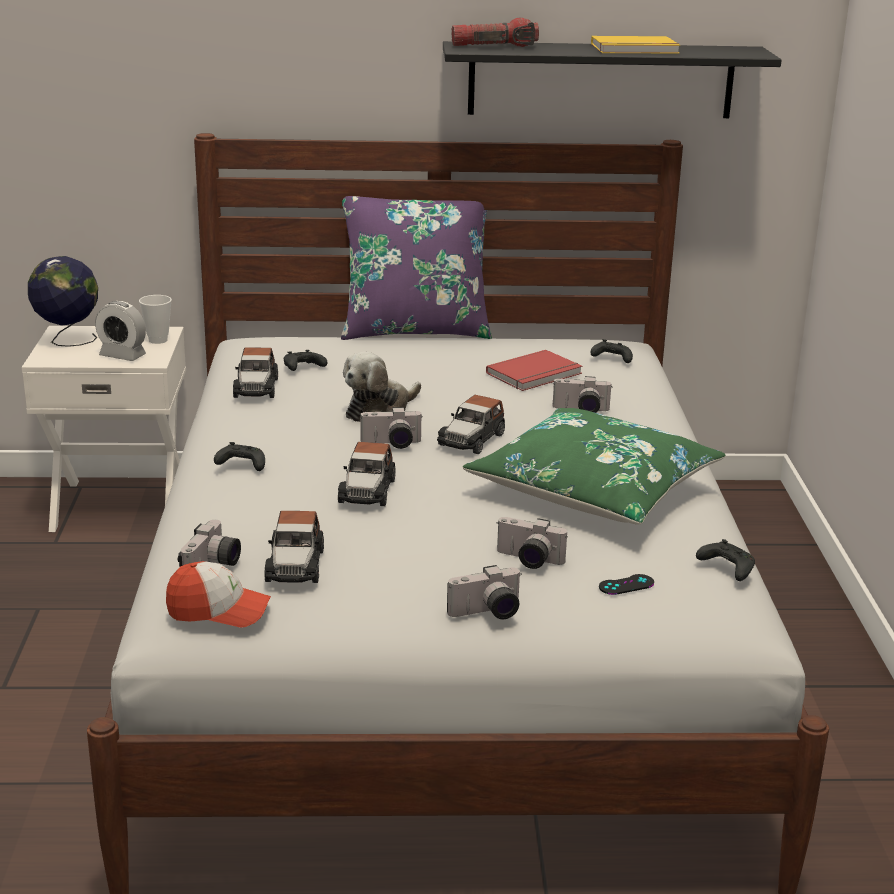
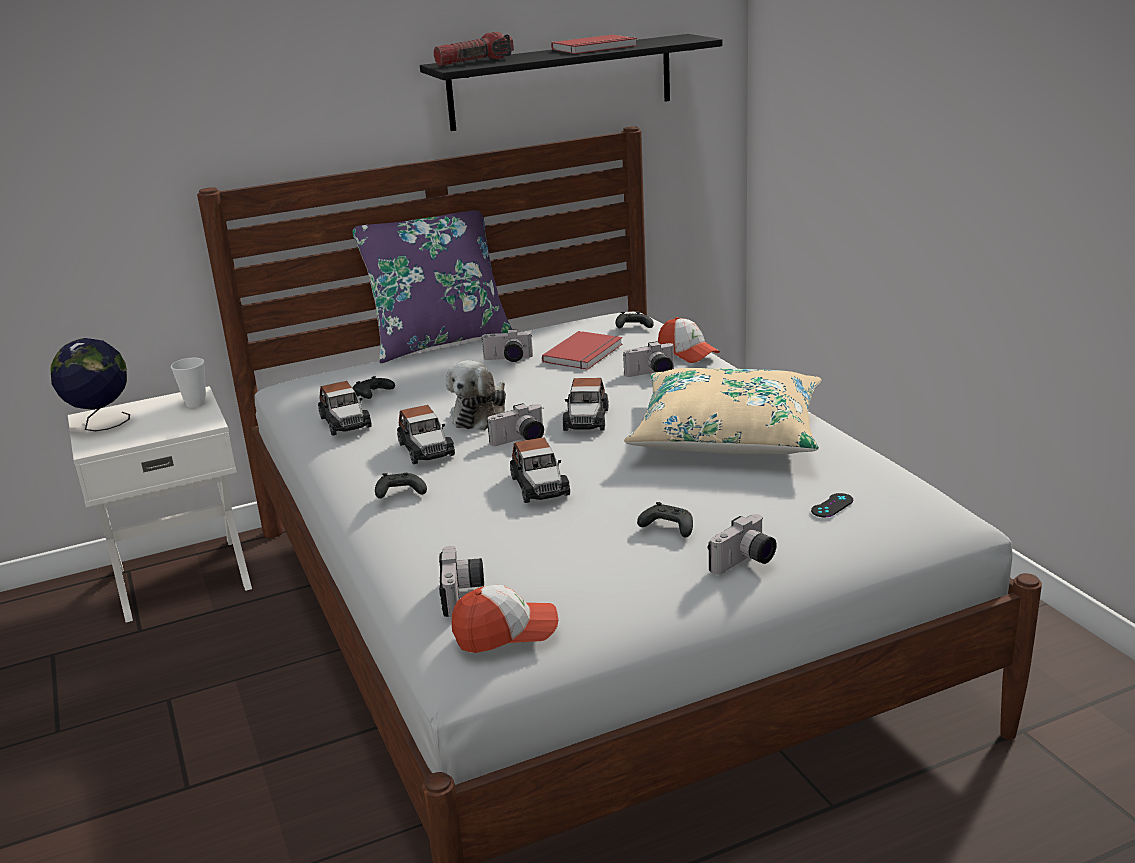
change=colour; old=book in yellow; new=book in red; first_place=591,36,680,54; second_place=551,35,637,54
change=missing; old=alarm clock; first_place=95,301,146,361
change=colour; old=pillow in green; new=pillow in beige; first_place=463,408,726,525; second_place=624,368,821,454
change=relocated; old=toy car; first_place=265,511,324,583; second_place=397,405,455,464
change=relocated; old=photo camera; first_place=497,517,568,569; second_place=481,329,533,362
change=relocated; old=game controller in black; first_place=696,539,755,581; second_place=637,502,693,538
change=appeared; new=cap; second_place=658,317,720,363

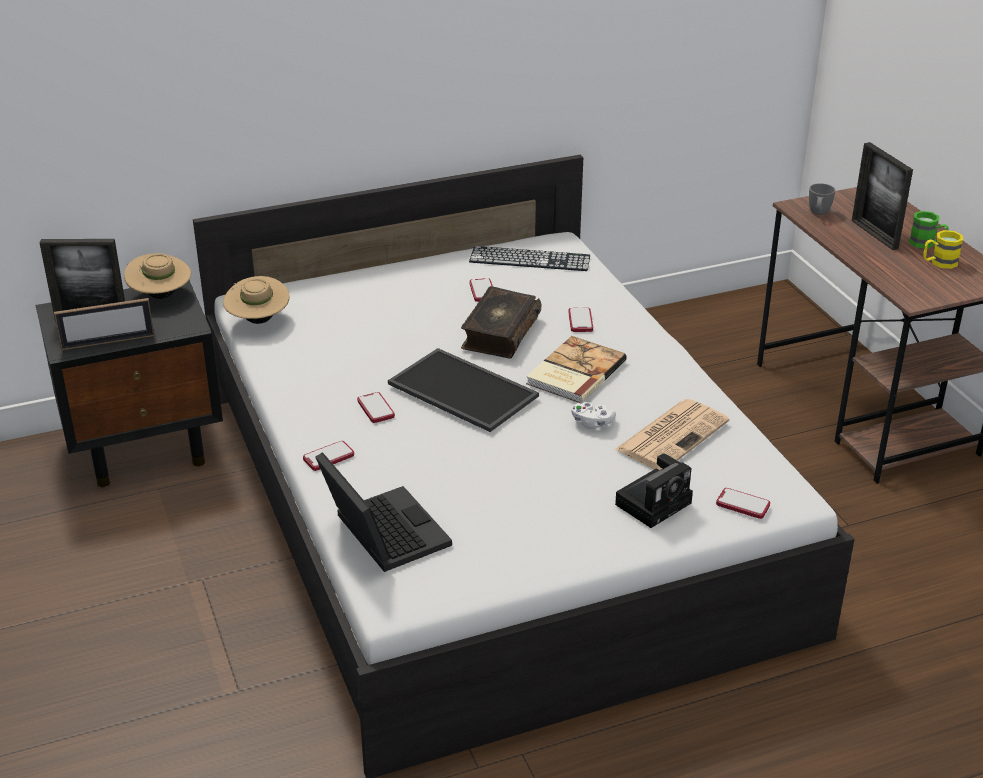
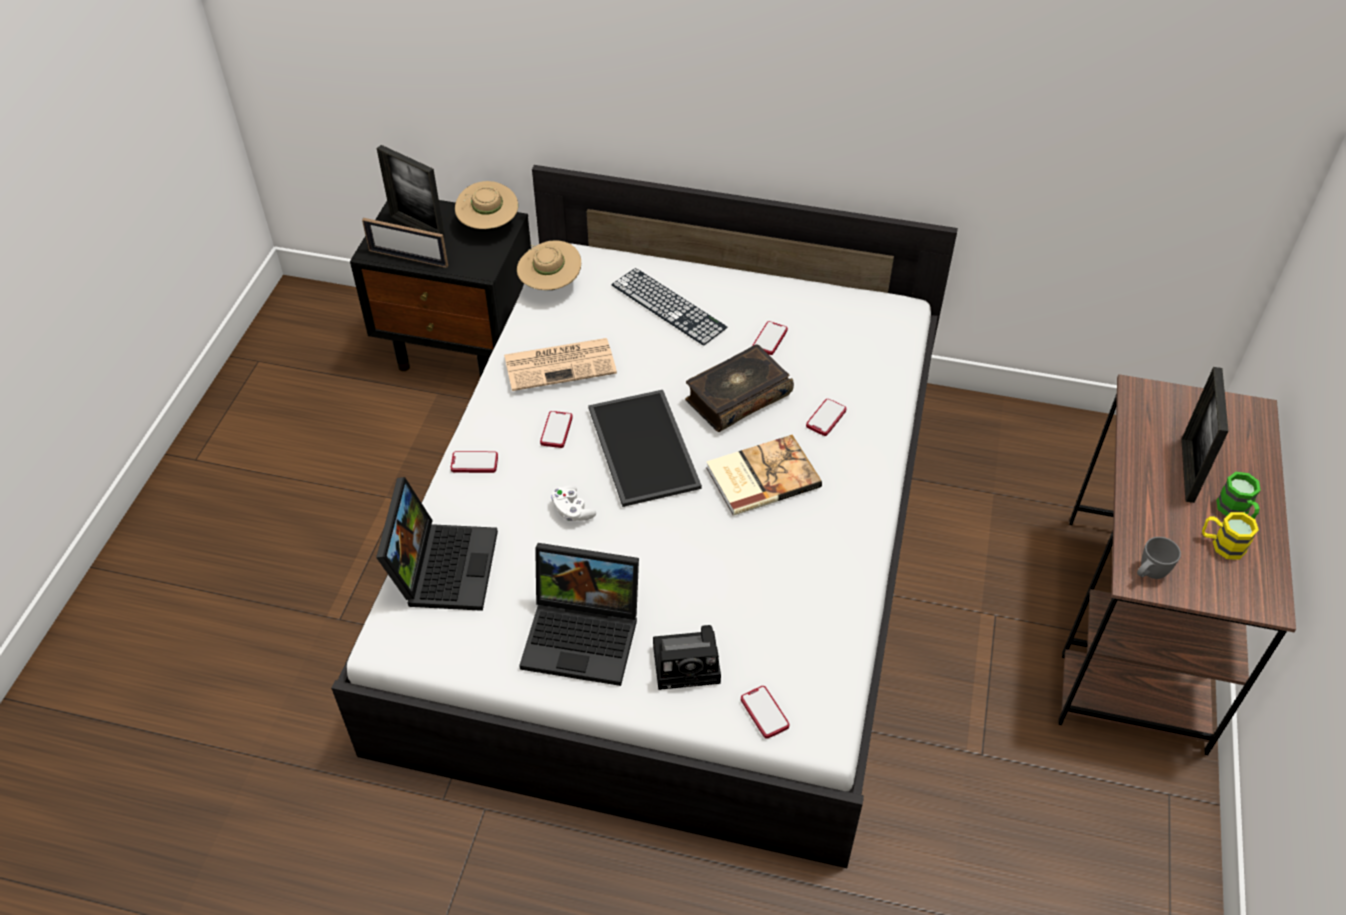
change=relocated; old=mug in grey; first_place=809,183,836,215; second_place=1137,537,1181,579
change=relocated; old=keyboard; first_place=469,246,590,271; second_place=611,268,727,346
change=relocated; old=newspaper; first_place=615,399,730,470; second_place=504,338,617,391
change=relocated; old=game controller in white; first_place=571,402,616,429; second_place=551,485,596,521
change=appeared; new=laptop; second_place=519,543,639,686

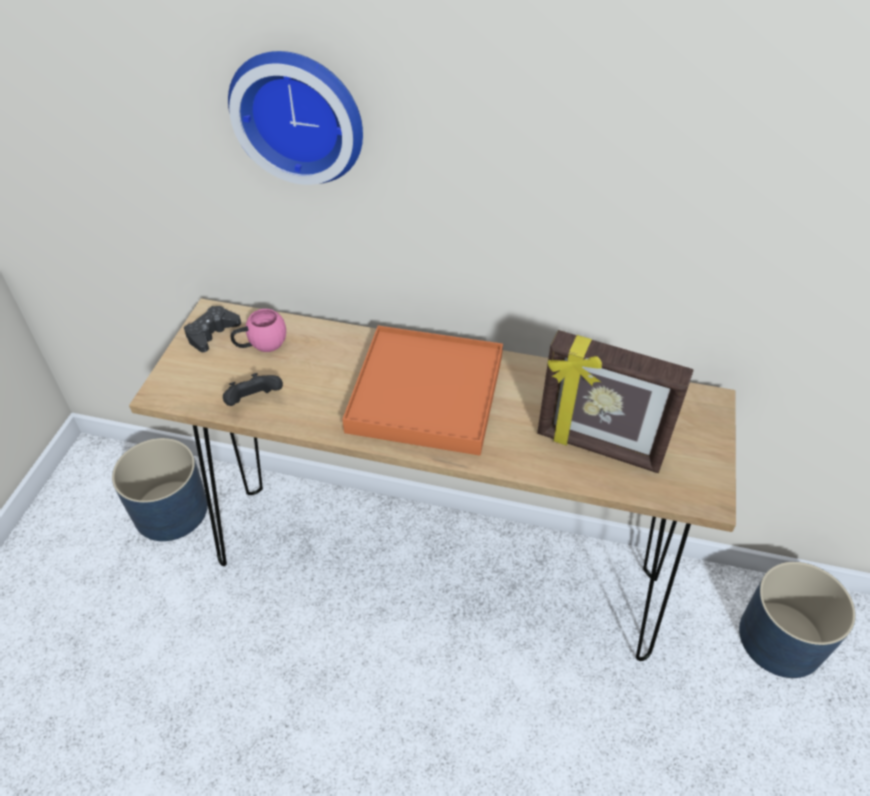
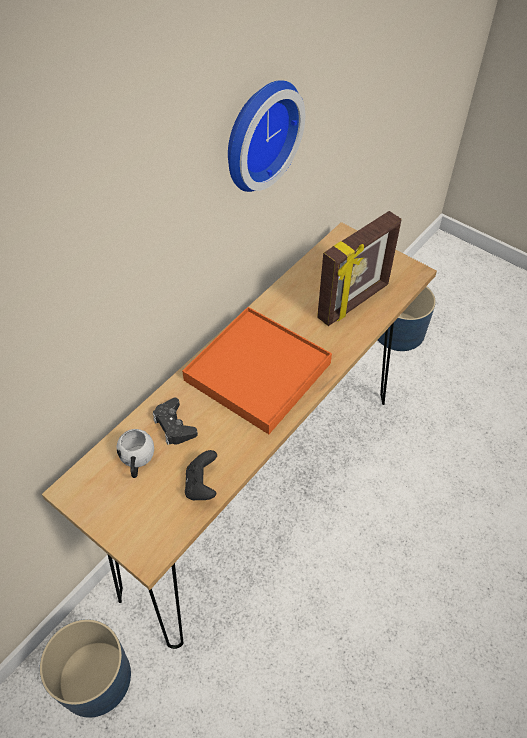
change=relocated; old=wall clock; first_place=228,51,363,185; second_place=228,81,305,192
change=relocated; old=game controller in black; first_place=184,306,241,352; second_place=153,398,198,445
change=colour; old=mug in pink; new=mug in white; first_place=230,309,286,352; second_place=116,429,154,478

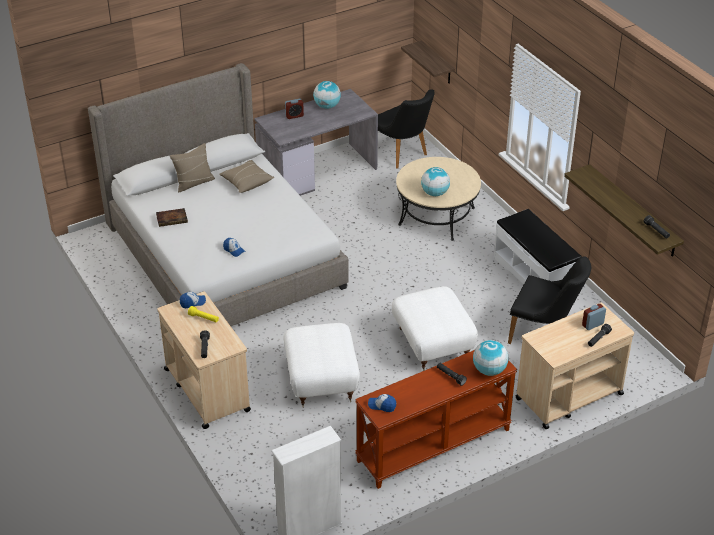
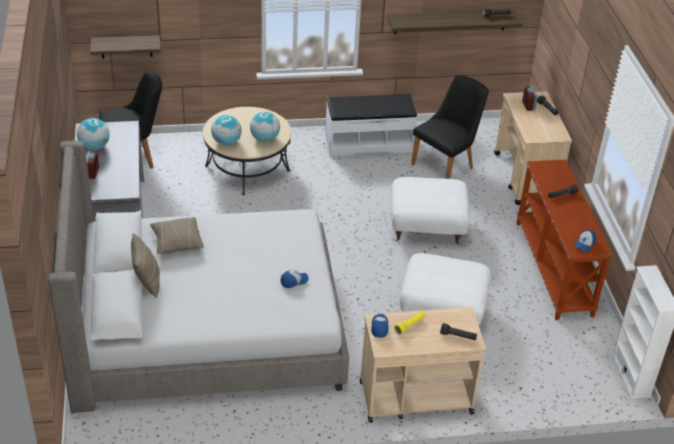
change=missing; old=book; first_place=156,208,188,227
change=relocated; old=globe; first_place=473,340,508,376; second_place=211,115,242,146

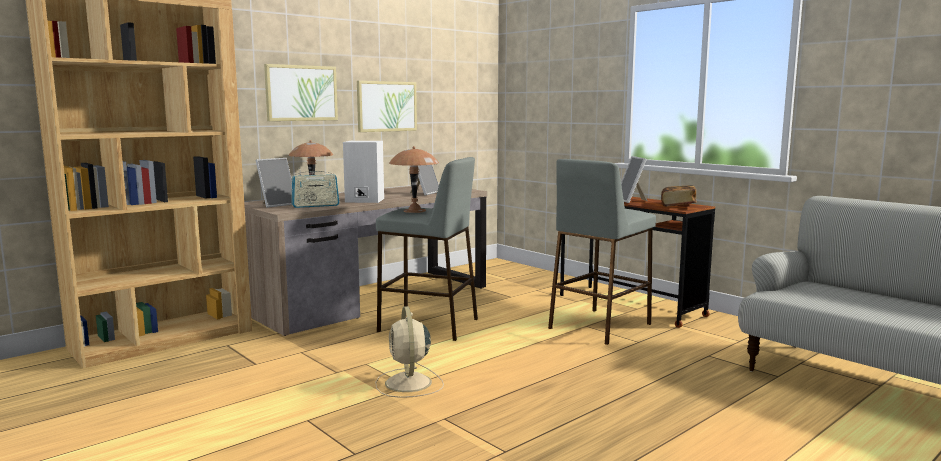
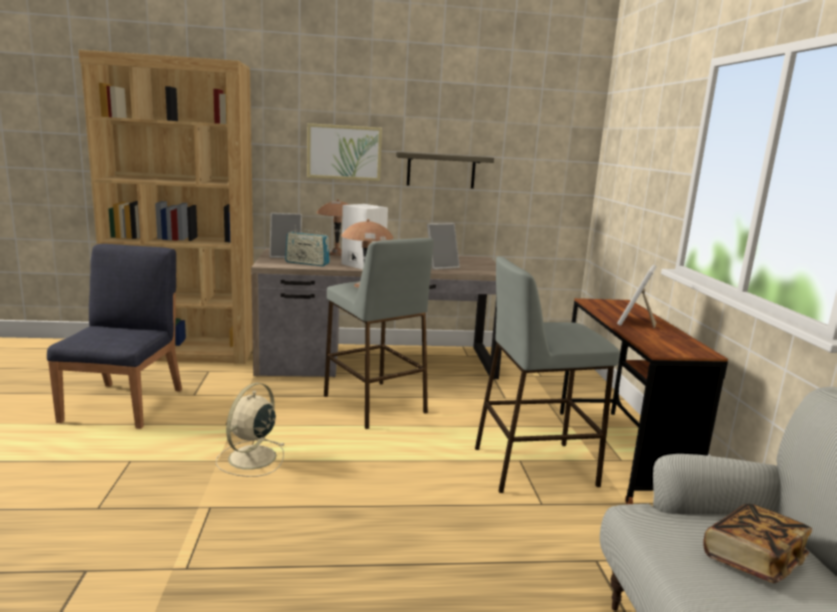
change=exchanged; old=picture; new=shelf; first_place=357,81,417,132; second_place=396,152,494,189
change=relocated; old=book; first_place=661,185,697,207; second_place=704,504,812,583
change=appeared; new=chair in blue; second_place=47,244,182,429

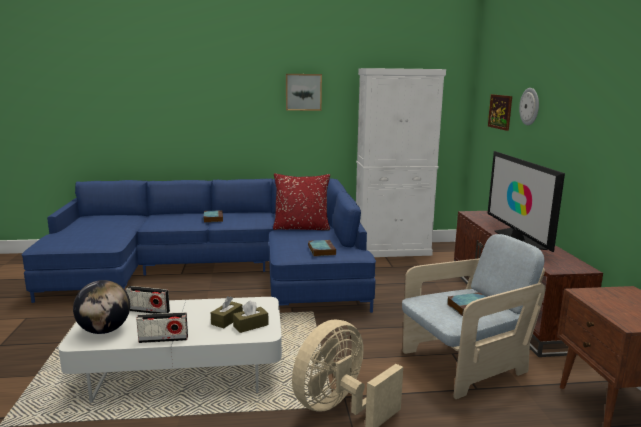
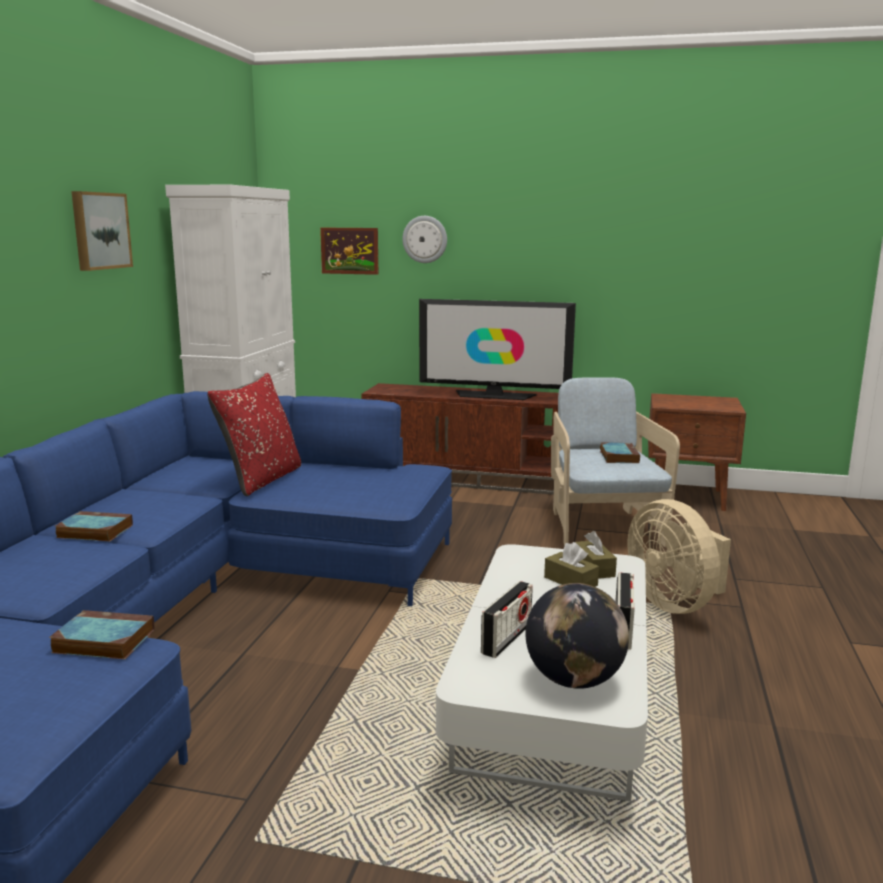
change=relocated; old=book; first_place=308,240,336,256; second_place=49,610,154,659

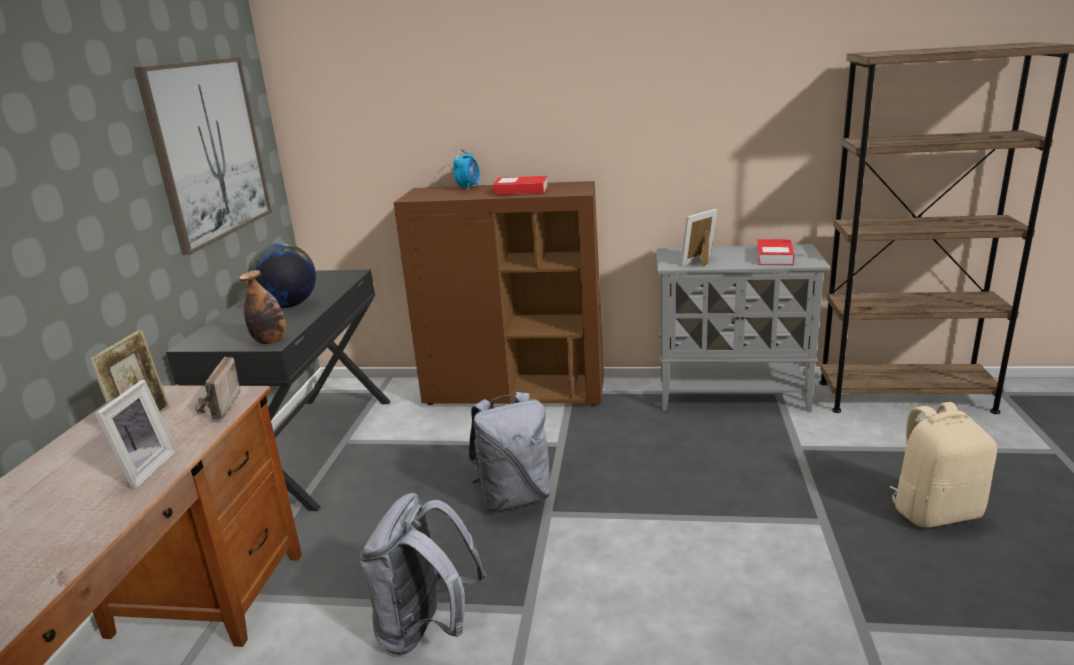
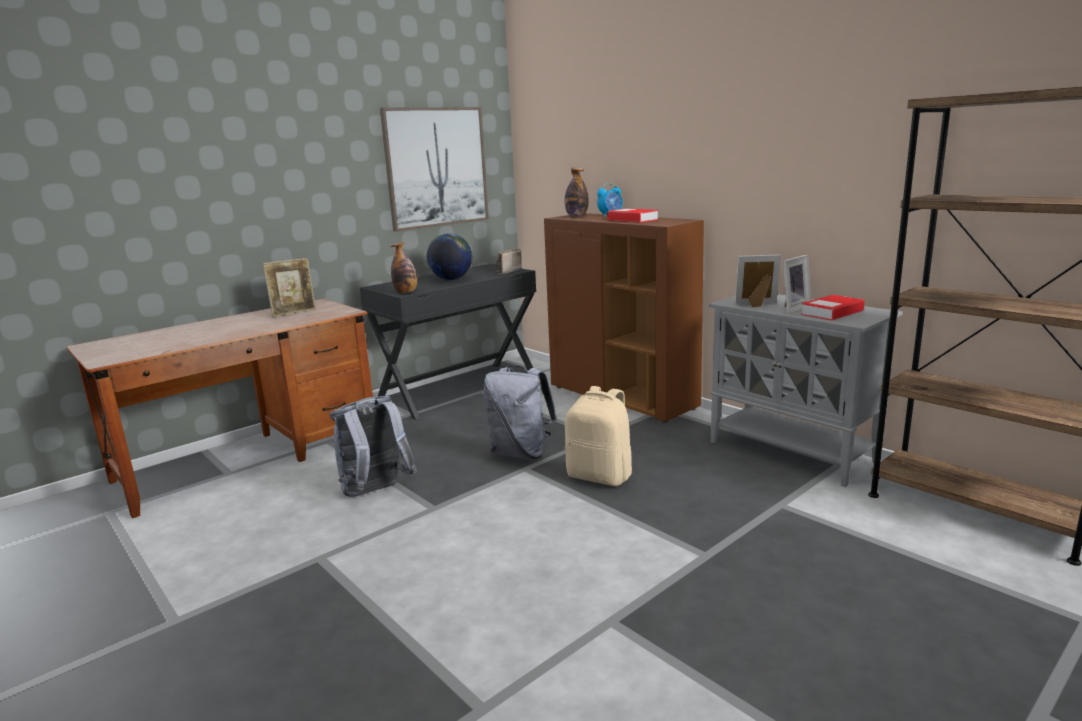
change=relocated; old=radio; first_place=195,357,241,421; second_place=495,248,522,275
change=relocated; old=picture frame; first_place=95,380,177,489; second_place=783,255,811,313
change=relocated; old=backpack in beige; first_place=890,402,997,528; second_place=565,386,632,486
change=appeared; new=bottle; second_place=565,168,589,217

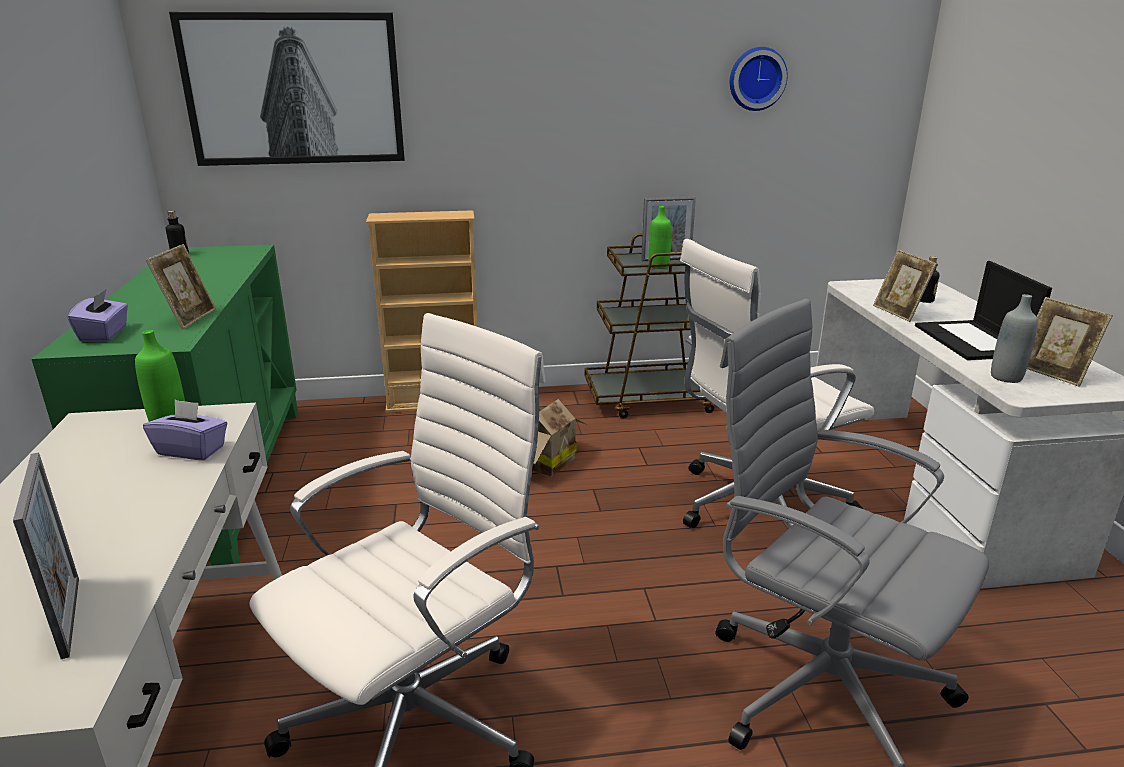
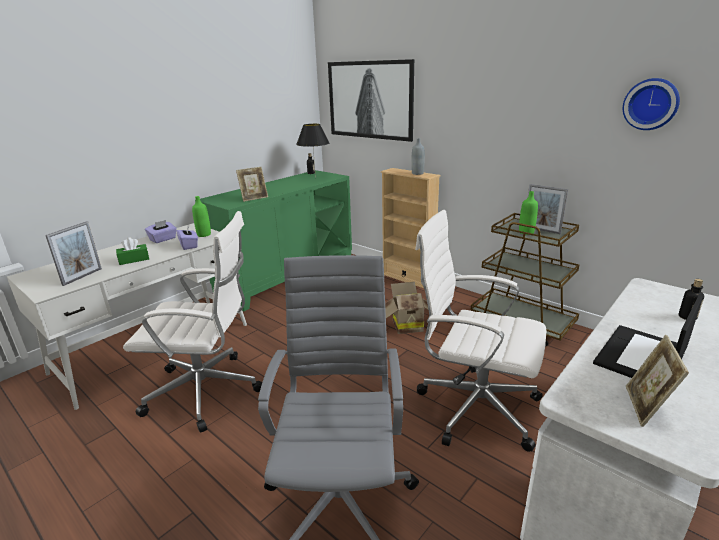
change=missing; old=picture frame; first_place=873,249,937,322
change=relocated; old=tissue box in purple; first_place=68,290,128,342; second_place=145,220,177,243
change=relocated; old=bottle in grey; first_place=991,294,1038,383; second_place=411,138,425,175
change=appeared; new=table lamp in black; second_place=296,124,329,178
change=appeared; new=tissue box in green; second_place=116,237,149,265

